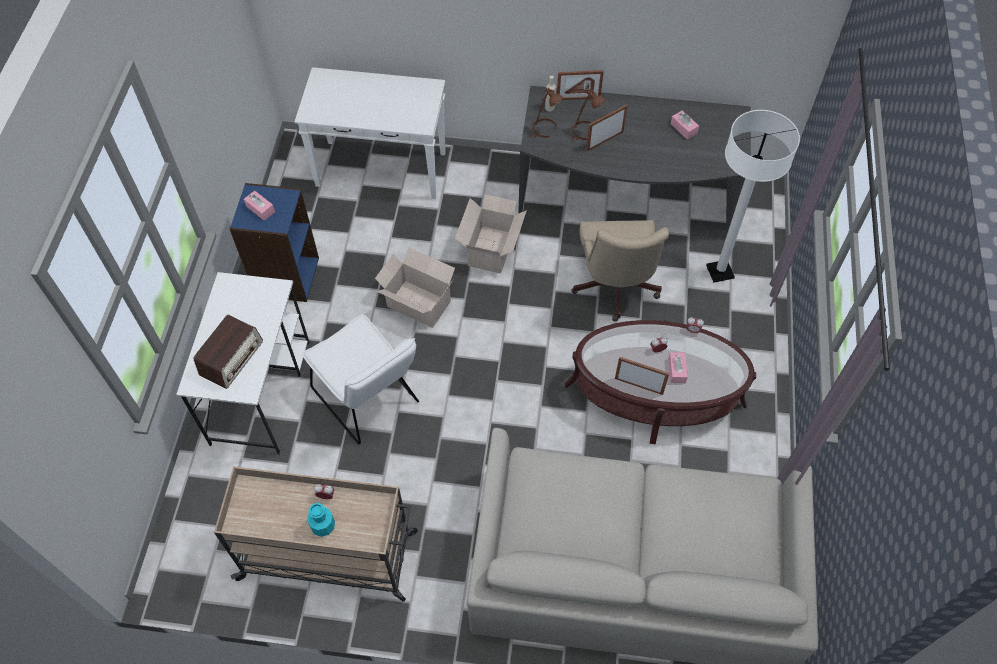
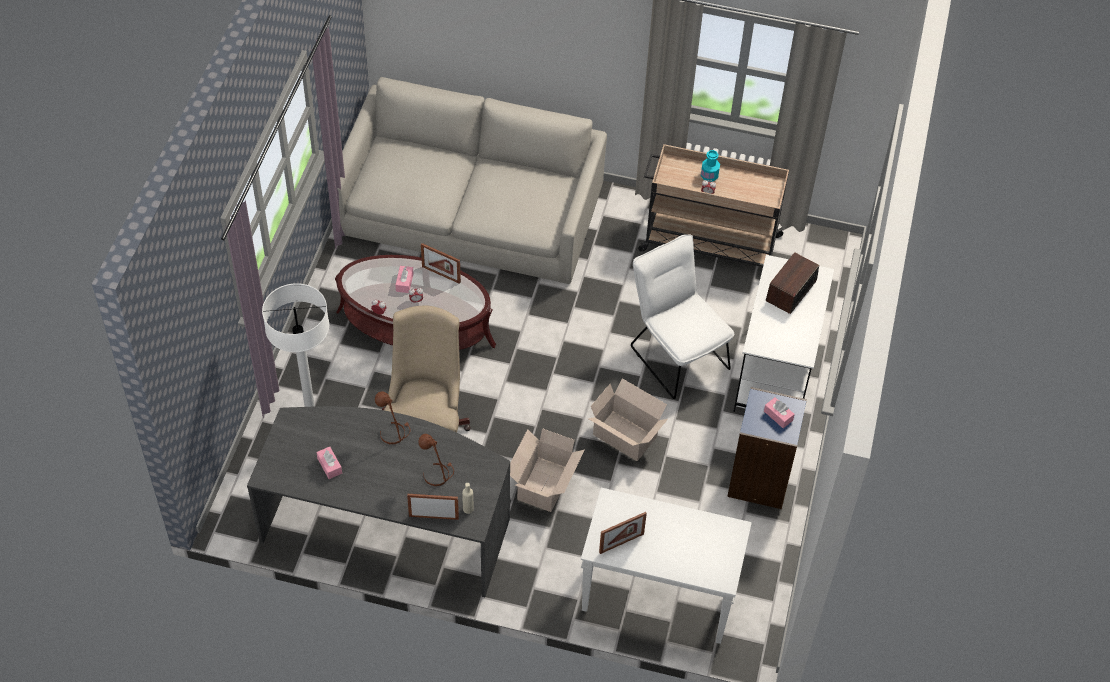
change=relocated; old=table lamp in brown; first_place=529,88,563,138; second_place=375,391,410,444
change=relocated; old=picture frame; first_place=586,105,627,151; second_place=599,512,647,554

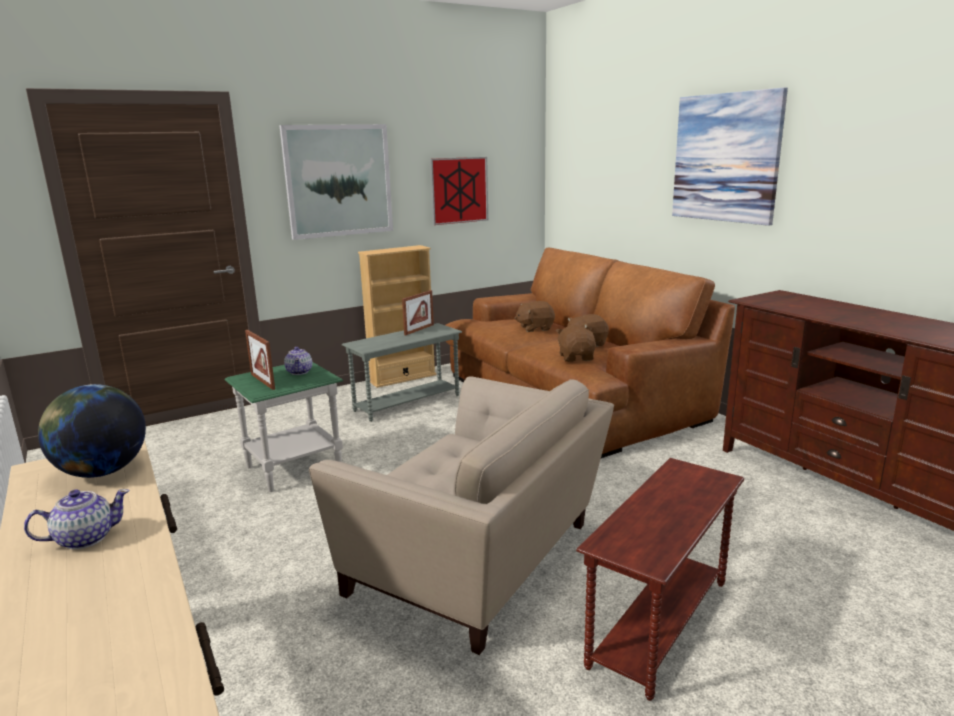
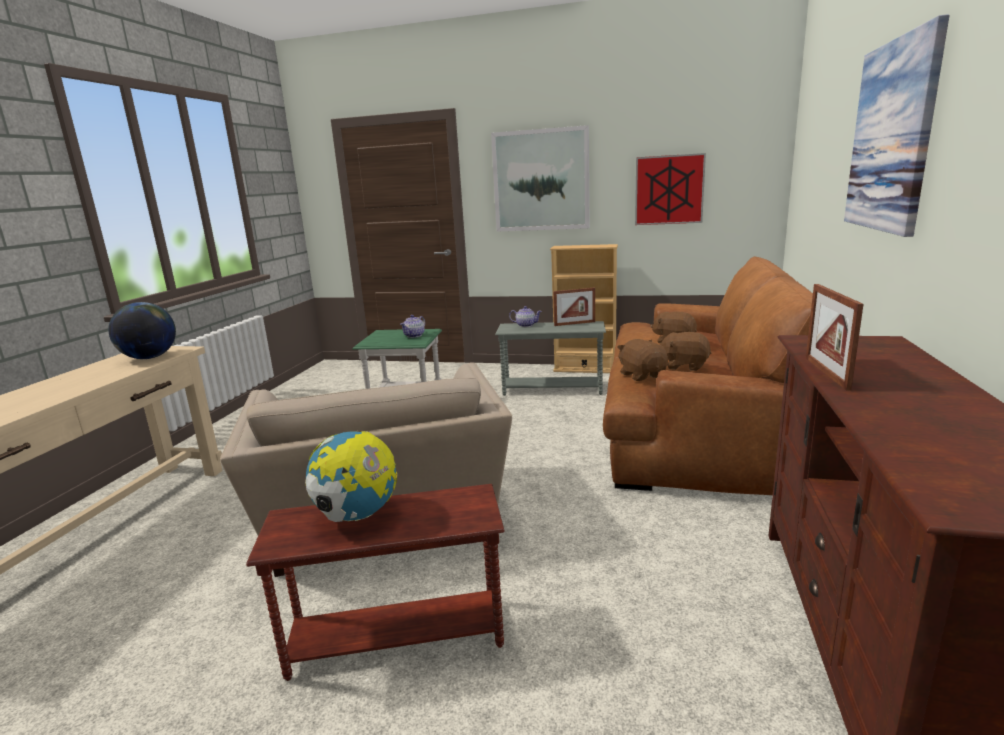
change=spun; old=plush toy in brown; first_place=556,325,596,362; second_place=617,339,668,381; degrees=-60
change=relocated; old=picture frame; first_place=245,330,275,390; second_place=806,284,864,391
change=relocated; old=teapot; first_place=24,489,130,549; second_place=509,306,542,327
change=appeared; new=globe; second_place=305,431,397,522

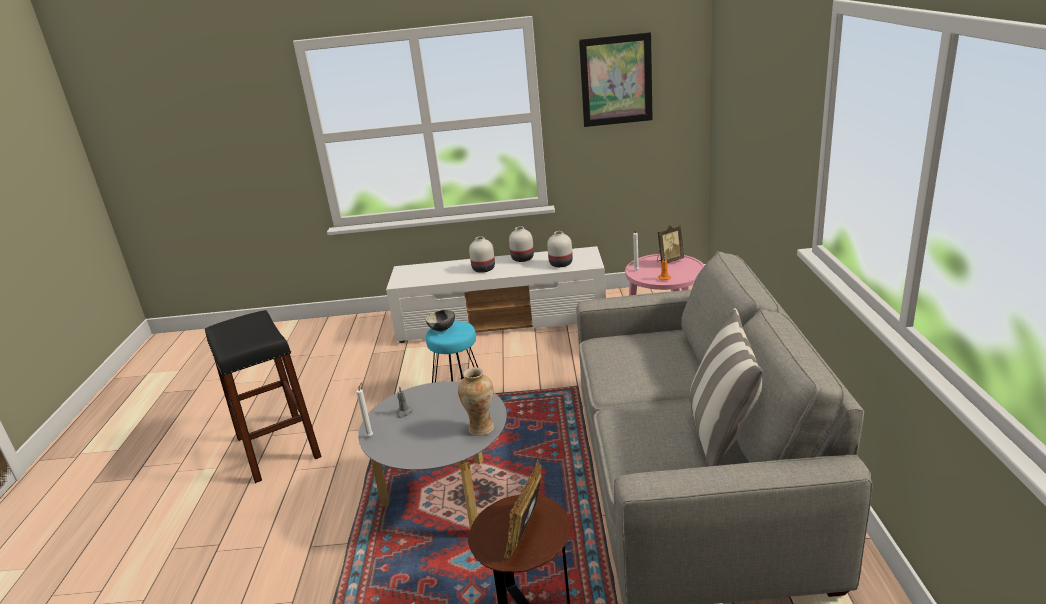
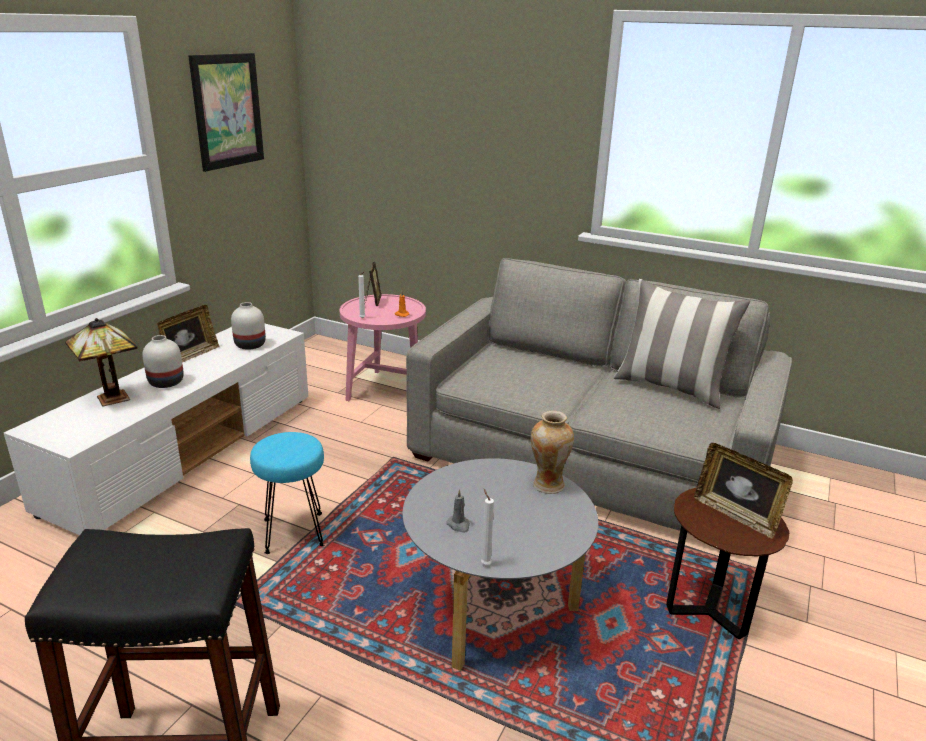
change=exchanged; old=vase in white; new=picture frame; first_place=509,226,534,262; second_place=157,305,220,362
change=missing; old=bowl; first_place=425,310,455,332
change=appeared; new=table lamp; second_place=65,318,137,407

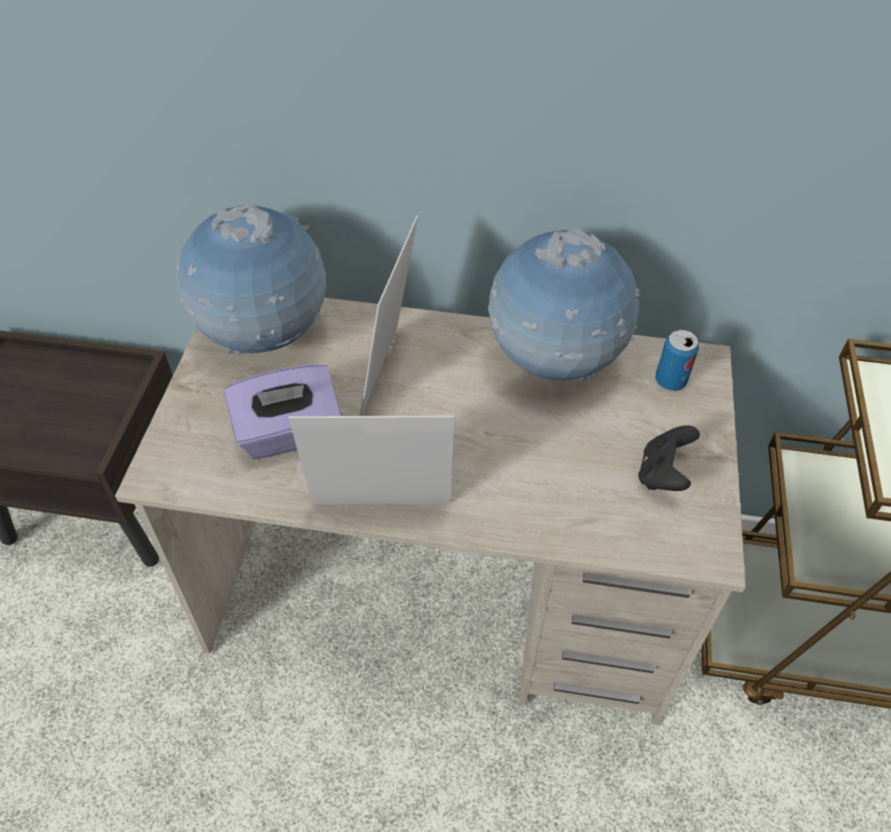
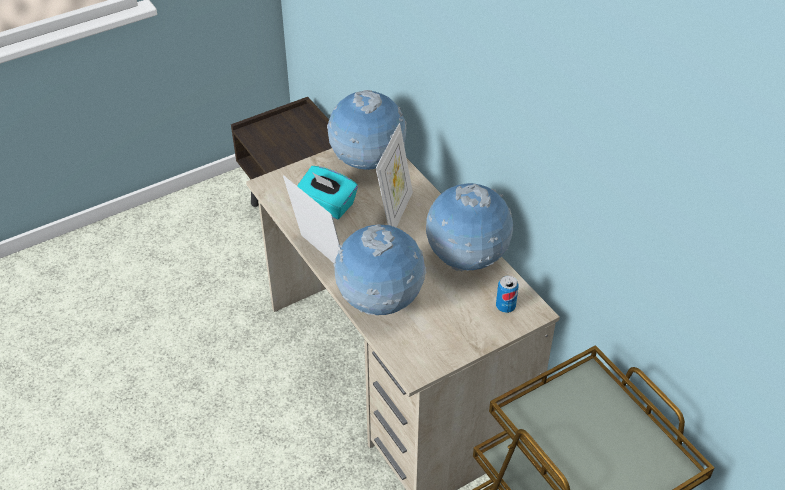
change=spun; old=picture frame; first_place=360,216,418,416; second_place=376,123,413,227; degrees=135
change=colour; old=tissue box in purple; new=tissue box in turquoise; first_place=224,365,341,459; second_place=297,166,358,219
change=missing; old=game controller in black; first_place=638,425,700,491
change=appeared; new=globe; second_place=334,224,426,315

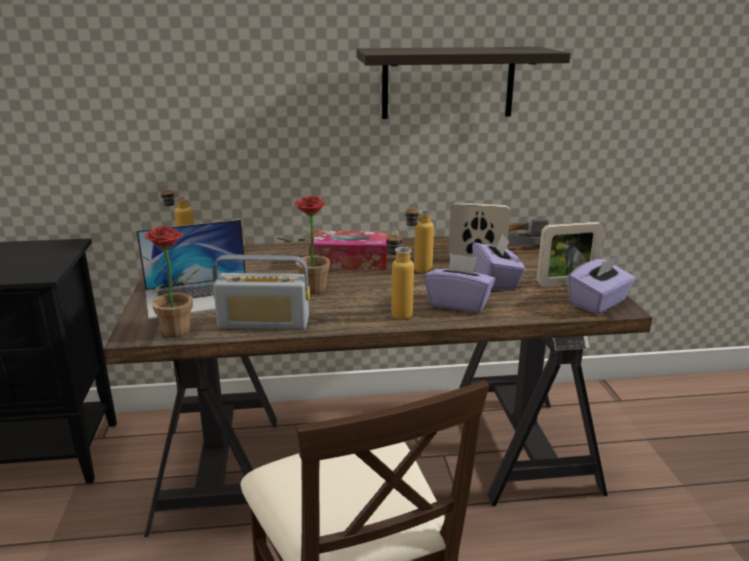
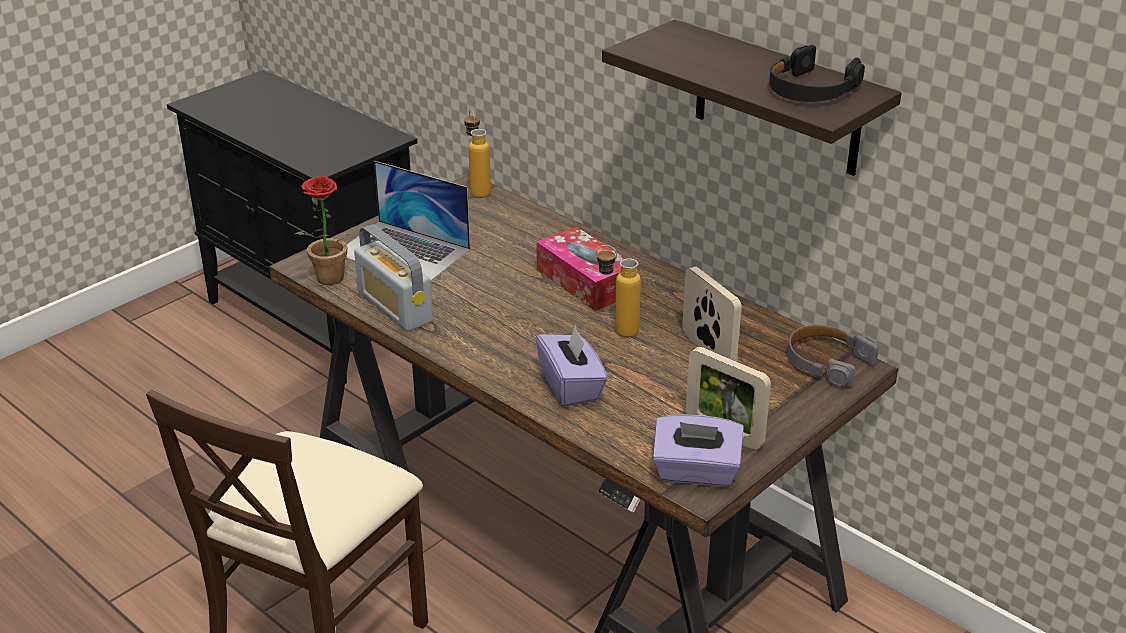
change=missing; old=potted plant; first_place=277,196,348,294
change=missing; old=bottle; first_place=386,228,414,320
change=missing; old=tissue box in purple; first_place=472,233,525,290
change=appeared; new=headphones in black; second_place=769,45,865,102

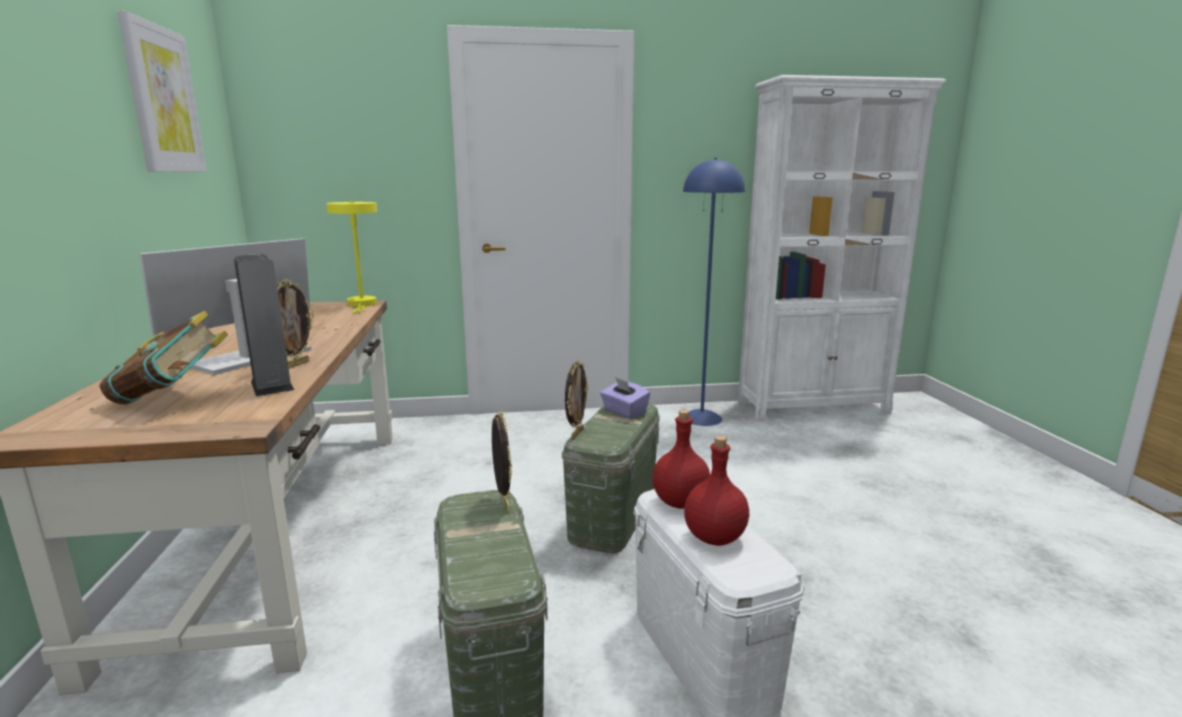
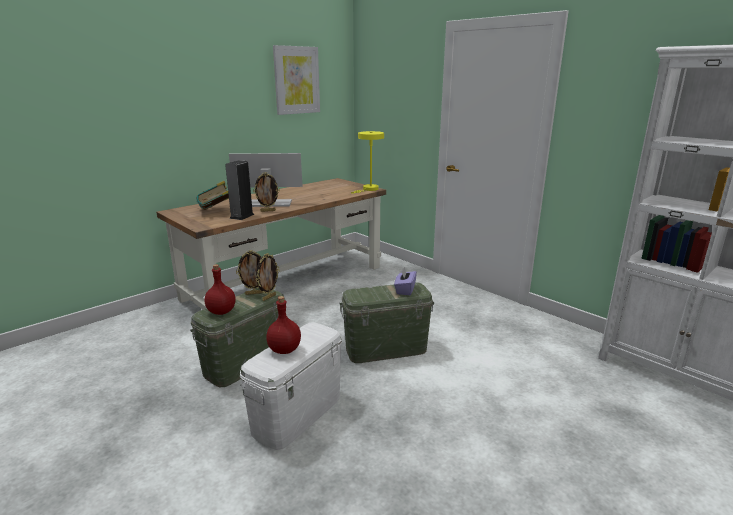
change=missing; old=floor lamp in blue; first_place=683,158,745,426
change=relocated; old=picture frame; first_place=565,360,588,439; second_place=236,250,263,295
change=relocated; old=bottle in red; first_place=652,410,710,509; second_place=205,264,236,315

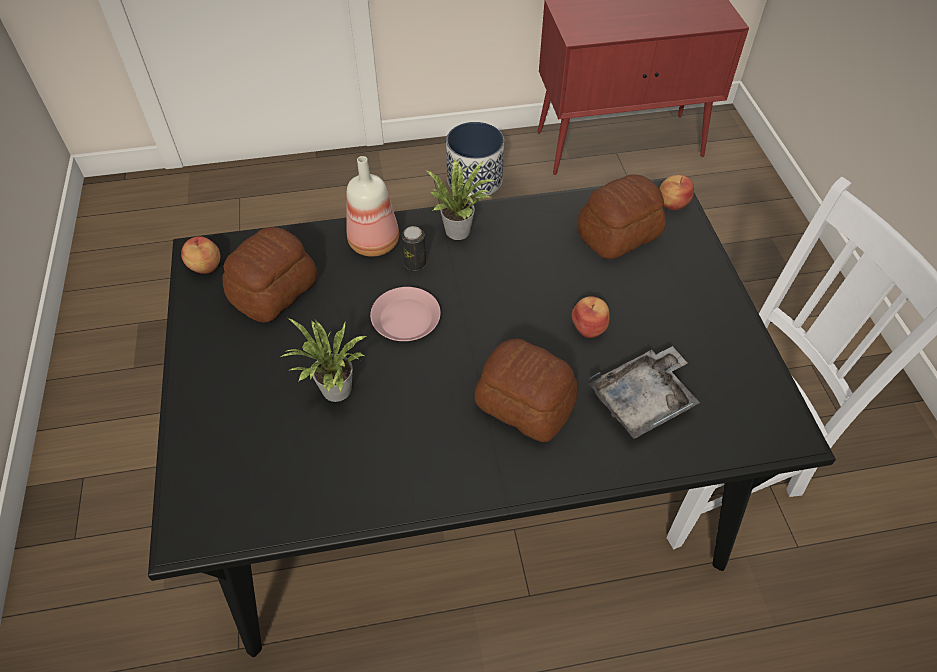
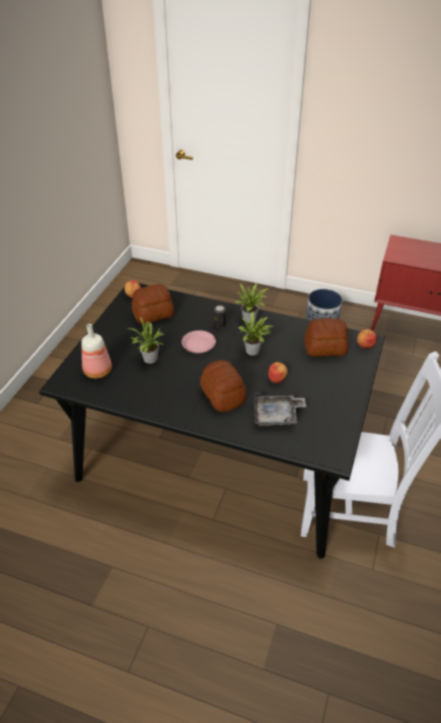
change=relocated; old=bottle; first_place=346,156,399,257; second_place=81,324,112,379
change=appeared; new=potted plant; second_place=238,311,273,356

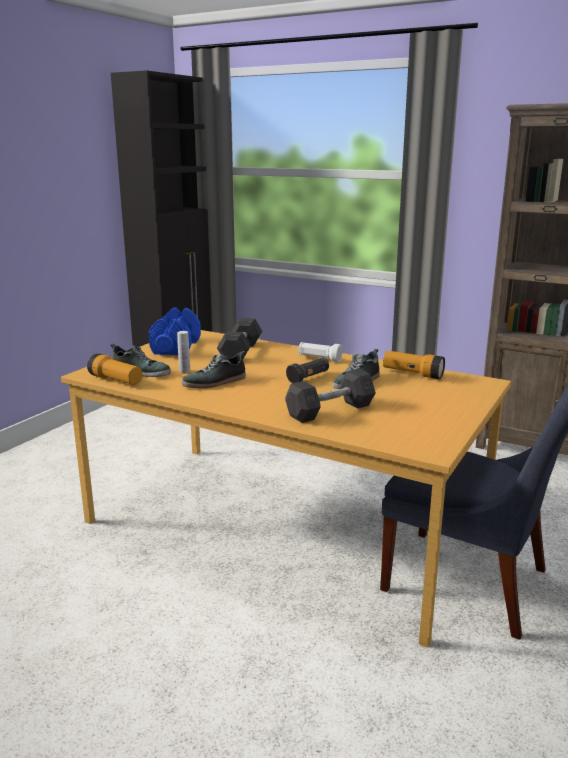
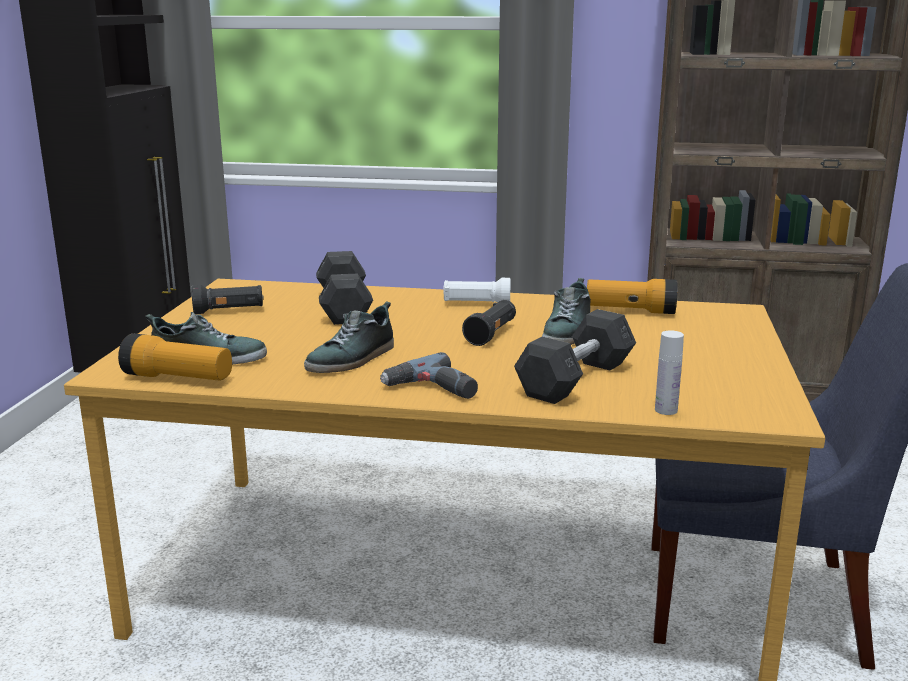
change=exchanged; old=dumbbell in blue; new=flashlight in black; first_place=149,308,201,355; second_place=192,285,264,314
change=relocated; old=bottle in white; first_place=177,331,190,373; second_place=655,330,684,415
change=appeared; new=power drill; second_place=380,352,478,399

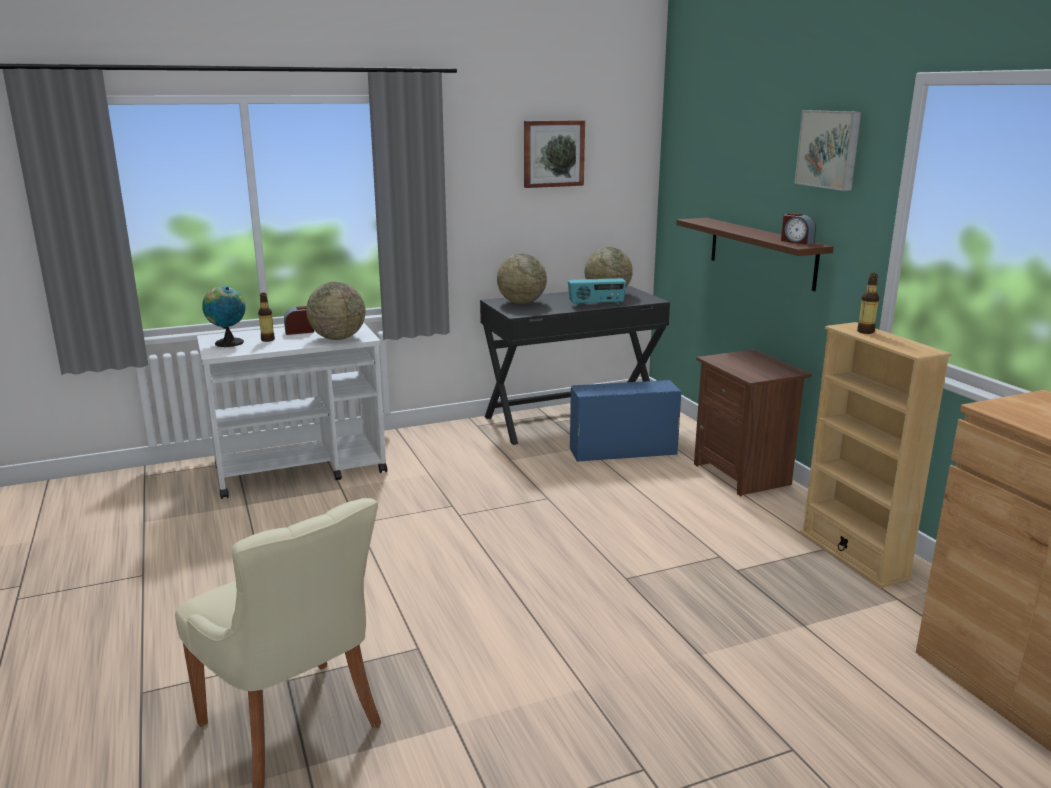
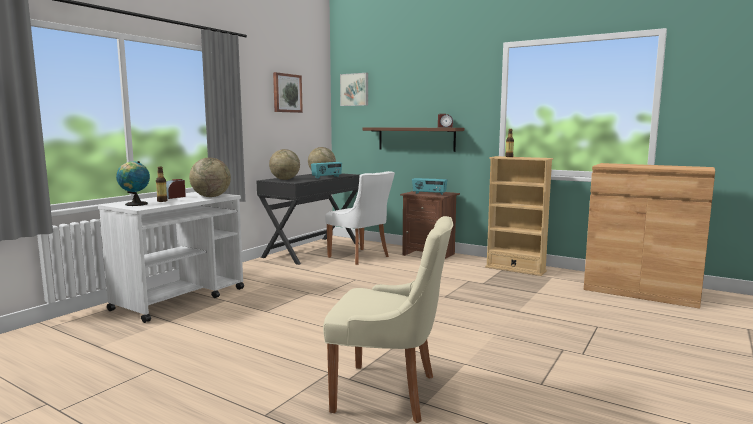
change=relocated; old=picture; first_place=794,110,861,191; second_place=340,73,368,106
change=exchanged; old=storage box in blue; new=chair in white; first_place=570,380,682,462; second_place=325,171,395,265
change=appeared; new=radio; second_place=412,178,447,195

